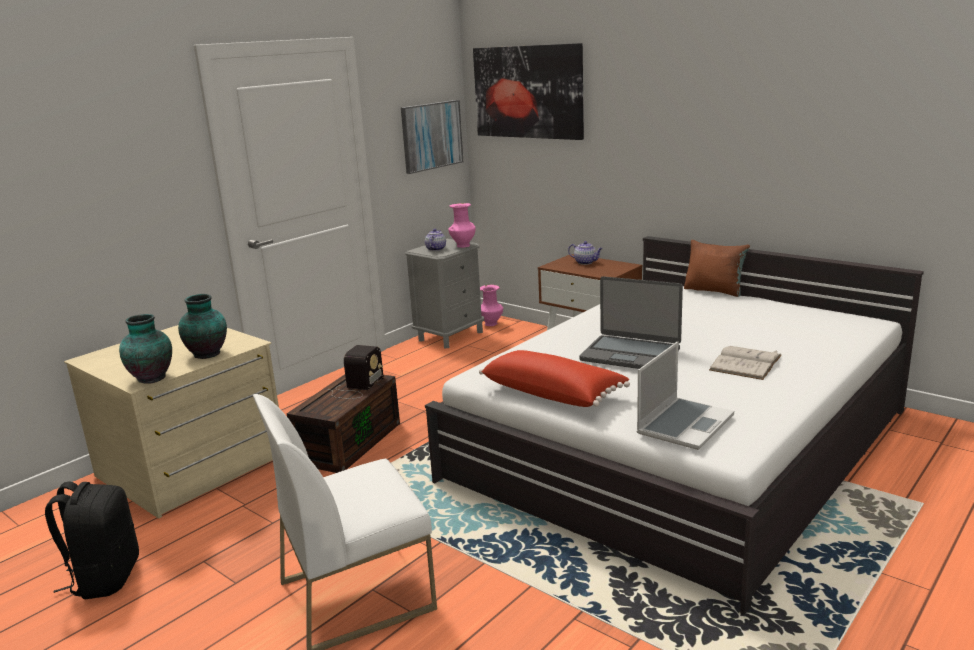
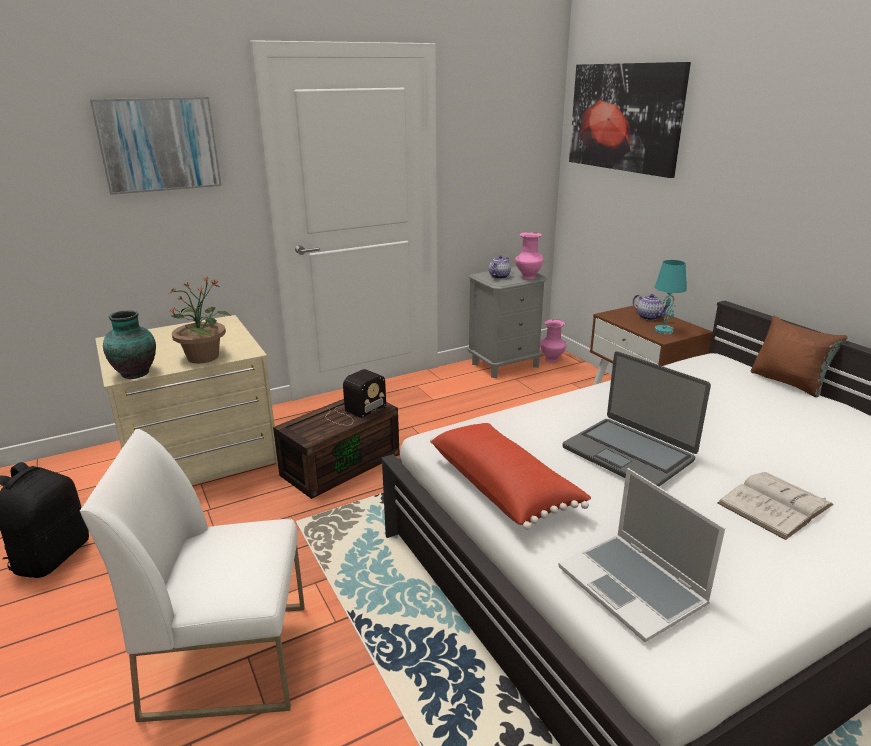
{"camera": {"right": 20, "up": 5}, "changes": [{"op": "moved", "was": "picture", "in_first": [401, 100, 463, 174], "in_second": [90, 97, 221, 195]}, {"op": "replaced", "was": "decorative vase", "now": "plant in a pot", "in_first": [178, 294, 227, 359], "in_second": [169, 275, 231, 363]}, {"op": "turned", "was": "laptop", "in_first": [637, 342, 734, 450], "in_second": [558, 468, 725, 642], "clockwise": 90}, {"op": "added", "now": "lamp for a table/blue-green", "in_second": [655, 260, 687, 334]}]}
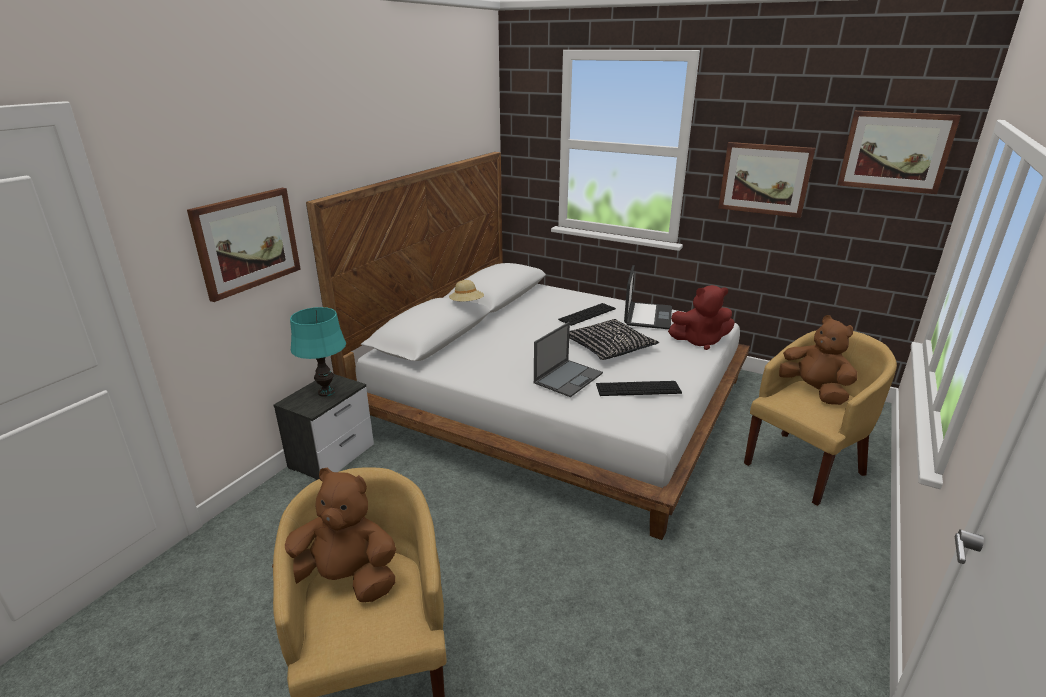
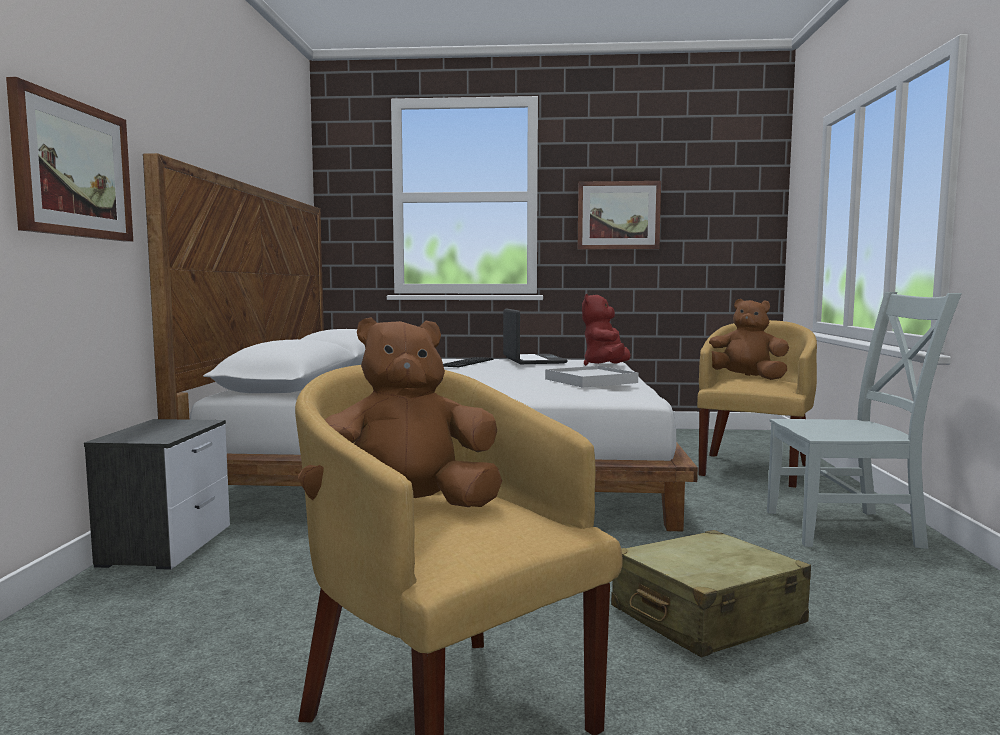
{"camera": {"right": -25, "up": -20}, "changes": [{"op": "removed", "was": "picture", "in_first": [838, 111, 961, 194]}, {"op": "removed", "was": "clothing hat/beige-coloured", "in_first": [449, 280, 484, 301]}, {"op": "turned", "was": "plush toy/reddish", "in_first": [668, 285, 735, 350], "in_second": [582, 294, 631, 366], "clockwise": 135}, {"op": "removed", "was": "lamp for a table/blue-green", "in_first": [290, 307, 346, 396]}, {"op": "removed", "was": "pillow/black-coloured", "in_first": [569, 319, 659, 360]}, {"op": "removed", "was": "laptop", "in_first": [534, 322, 603, 397]}, {"op": "replaced", "was": "keyboard", "now": "tray/white-coloured", "in_first": [596, 381, 682, 396], "in_second": [545, 366, 638, 388]}, {"op": "added", "now": "upright chair/greyish", "in_second": [767, 292, 962, 549]}, {"op": "added", "now": "piece of luggage/beige-coloured", "in_second": [611, 530, 811, 657]}]}
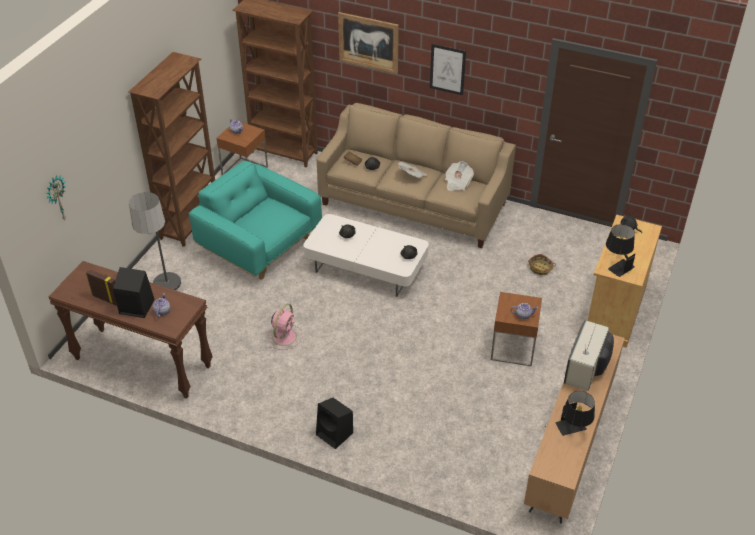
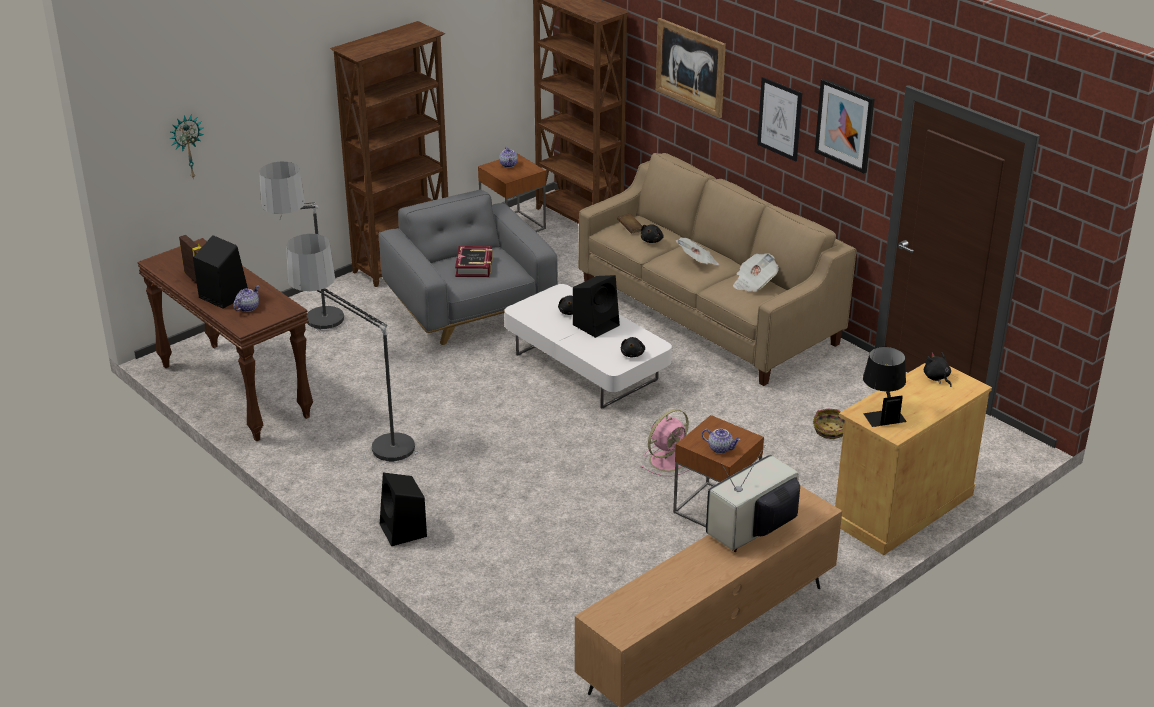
{"camera": {"right": 25, "up": -10}, "changes": [{"op": "recoloured", "was": "armchair/blue-green", "now": "armchair/greyish", "in_first": [188, 161, 322, 280], "in_second": [379, 190, 558, 345]}, {"op": "moved", "was": "fan/pink-coloured", "in_first": [268, 304, 303, 350], "in_second": [640, 409, 689, 476]}, {"op": "removed", "was": "lamp for a table/black-coloured", "in_first": [555, 391, 595, 436]}, {"op": "added", "now": "picture", "in_second": [815, 78, 875, 174]}, {"op": "added", "now": "standard lamp", "in_second": [286, 234, 419, 466]}, {"op": "added", "now": "volume", "in_second": [455, 246, 493, 277]}, {"op": "added", "now": "loudspeaker/black-coloured", "in_second": [573, 275, 620, 338]}]}
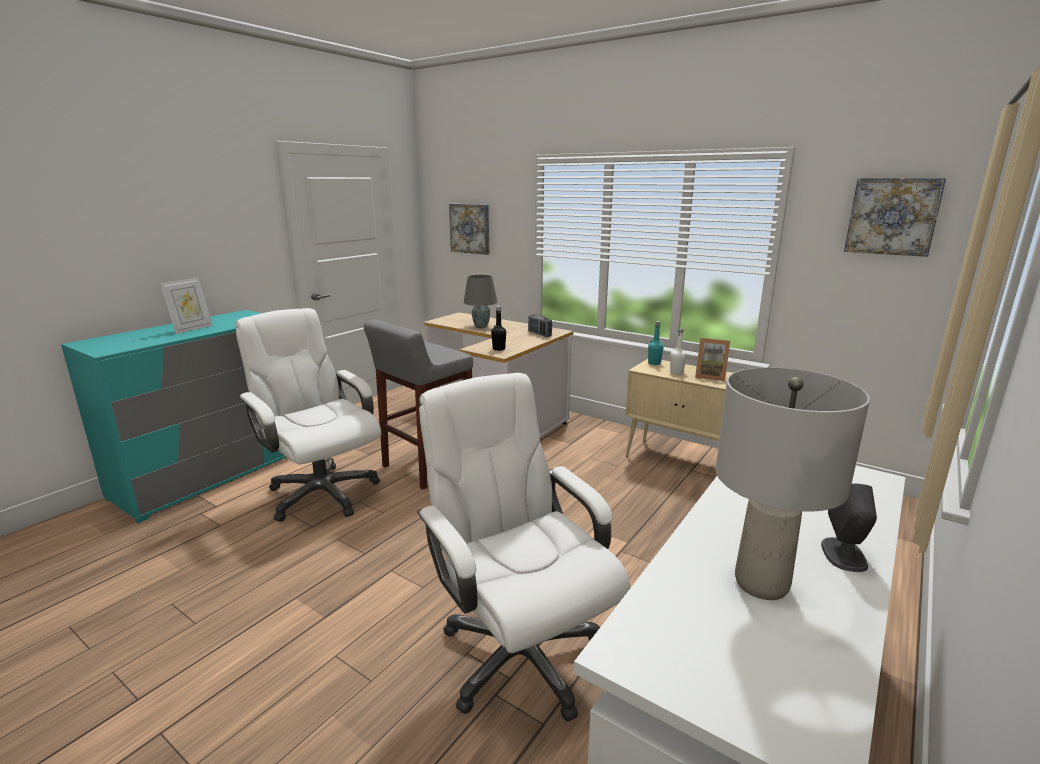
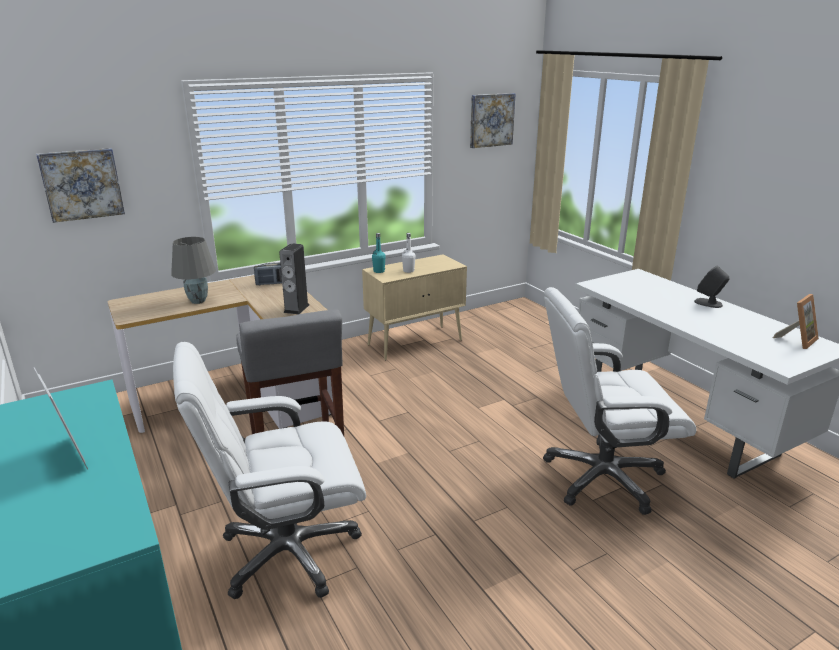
{"camera": {"right": -65, "up": 5}, "changes": [{"op": "replaced", "was": "beverage bottle/black-coloured", "now": "loudspeaker", "in_first": [491, 306, 506, 351], "in_second": [279, 243, 309, 314]}, {"op": "moved", "was": "photo frame", "in_first": [695, 338, 730, 381], "in_second": [773, 294, 819, 349]}, {"op": "removed", "was": "lamp for a table/greyish", "in_first": [715, 367, 870, 600]}]}
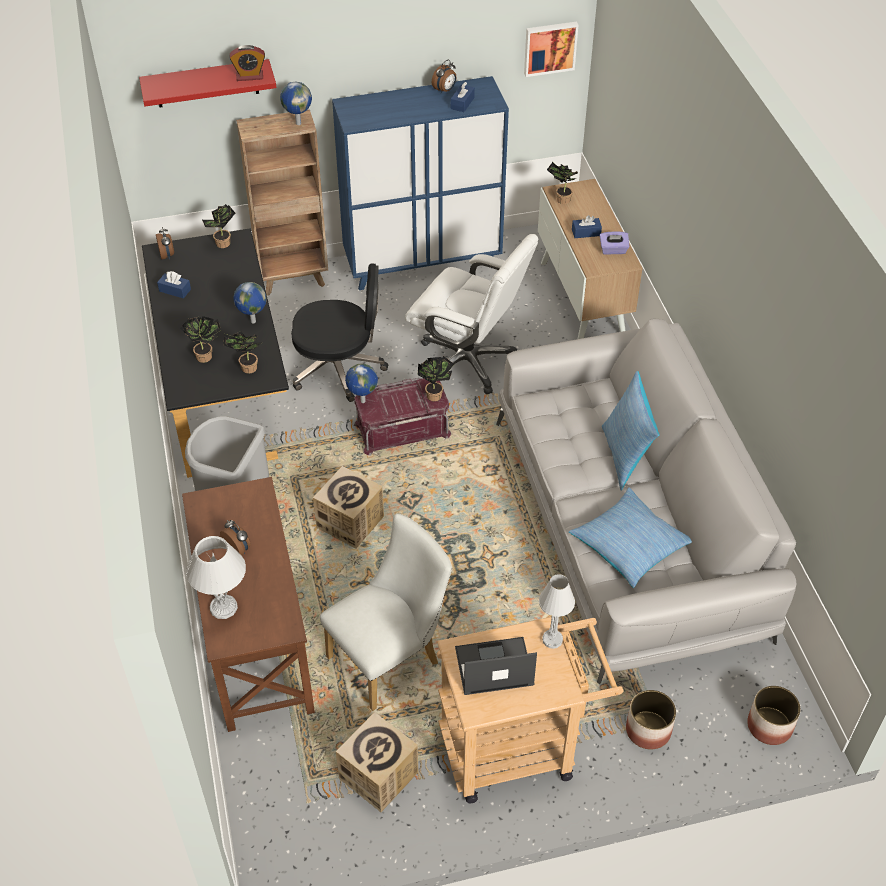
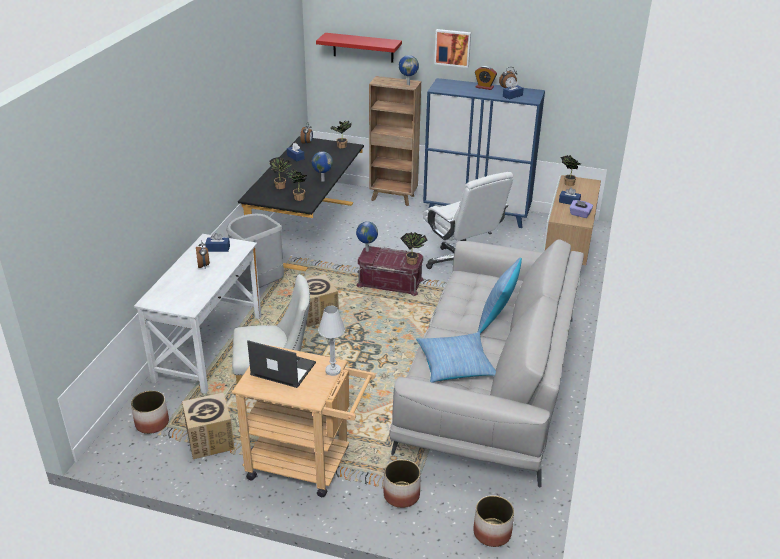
{"camera": {"right": 30, "up": -15}, "changes": [{"op": "moved", "was": "picture", "in_first": [524, 22, 578, 77], "in_second": [434, 29, 471, 68]}, {"op": "moved", "was": "table clock", "in_first": [230, 45, 265, 81], "in_second": [475, 66, 497, 90]}, {"op": "removed", "was": "computer chair/black-coloured", "in_first": [291, 263, 388, 402]}, {"op": "recoloured", "was": "desk/brown-coloured", "now": "desk/white-coloured", "in_first": [182, 477, 315, 732], "in_second": [134, 234, 261, 394]}, {"op": "removed", "was": "lamp for a table/white-coloured", "in_first": [186, 536, 246, 619]}, {"op": "added", "now": "tissue box/blue", "in_second": [205, 233, 230, 252]}, {"op": "added", "now": "planter", "in_second": [131, 390, 169, 434]}]}
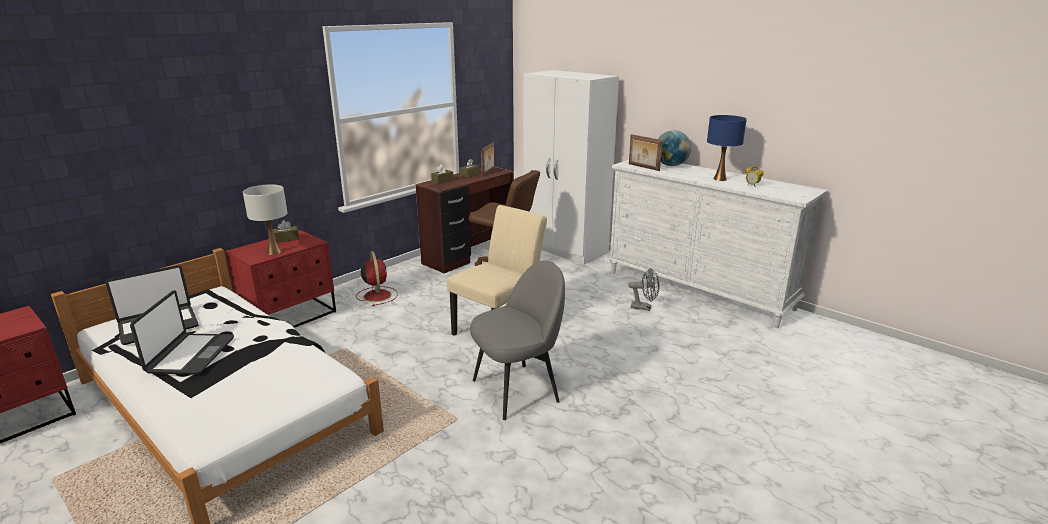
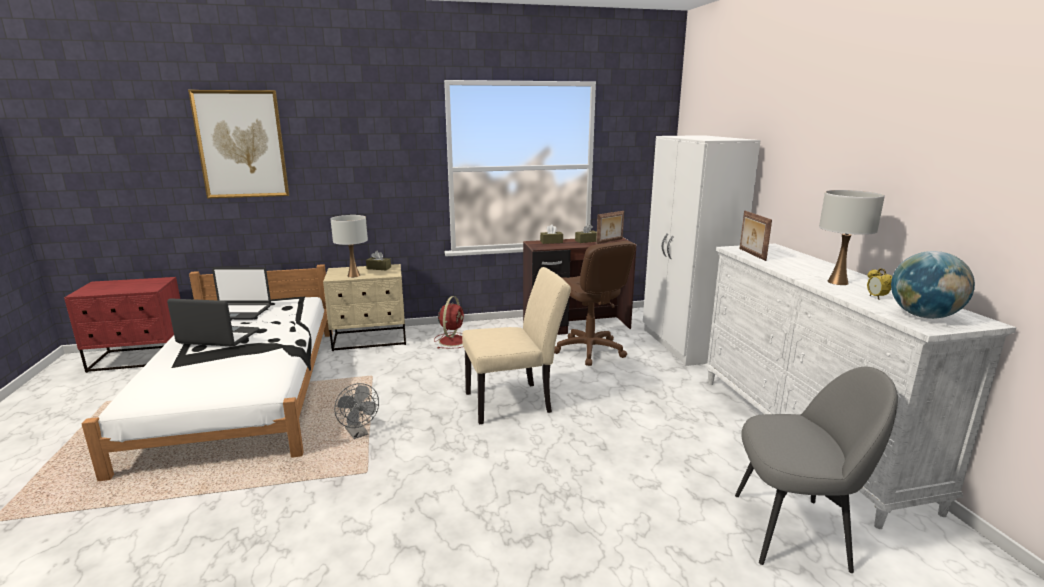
{"camera": {"right": 35, "up": -5}, "changes": [{"op": "recoloured", "was": "lamp for a table/blue", "now": "lamp for a table/white-coloured", "in_first": [707, 115, 747, 181], "in_second": [819, 190, 885, 285]}, {"op": "moved", "was": "world globe", "in_first": [658, 130, 691, 166], "in_second": [891, 251, 975, 319]}, {"op": "recoloured", "was": "nightstand/reddish", "now": "nightstand/beige-coloured", "in_first": [225, 230, 336, 328], "in_second": [323, 264, 406, 351]}, {"op": "moved", "was": "upright chair/greyish", "in_first": [470, 261, 565, 420], "in_second": [735, 367, 898, 573]}, {"op": "moved", "was": "fan/greyish", "in_first": [628, 268, 660, 311], "in_second": [334, 383, 379, 439]}, {"op": "turned", "was": "laptop", "in_first": [130, 290, 234, 375], "in_second": [167, 298, 260, 347], "clockwise": -120}, {"op": "added", "now": "picture", "in_second": [188, 90, 289, 198]}]}
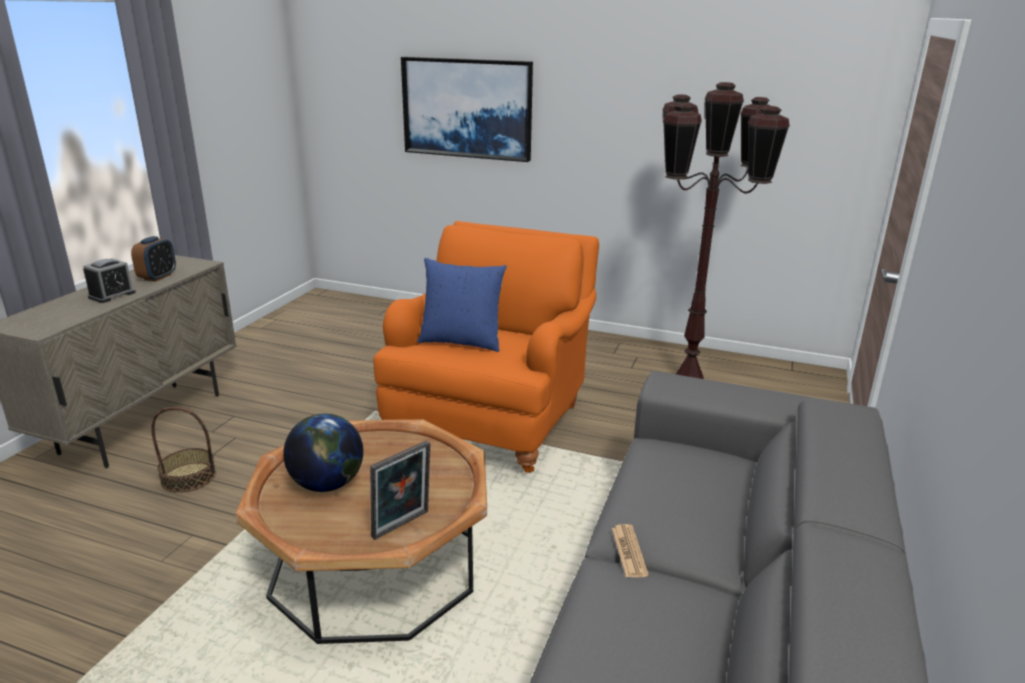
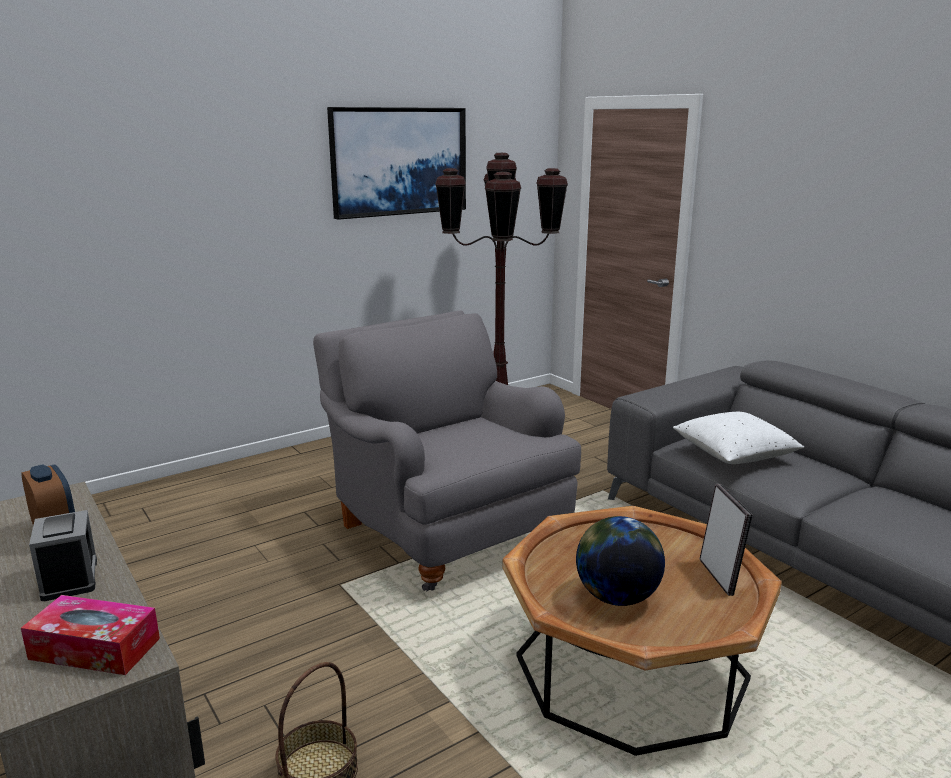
{"camera": {"right": -55, "up": -5}, "changes": [{"op": "moved", "was": "picture", "in_first": [401, 57, 533, 162], "in_second": [327, 107, 466, 220]}, {"op": "recoloured", "was": "armchair/orange", "now": "armchair/greyish", "in_first": [373, 221, 599, 473], "in_second": [313, 310, 581, 592]}, {"op": "removed", "was": "pillow/blue", "in_first": [417, 258, 507, 352]}, {"op": "removed", "was": "printed paper", "in_first": [612, 524, 649, 577]}, {"op": "added", "now": "pillow/white-coloured", "in_second": [673, 412, 804, 464]}, {"op": "added", "now": "tissue box", "in_second": [21, 595, 160, 675]}]}
